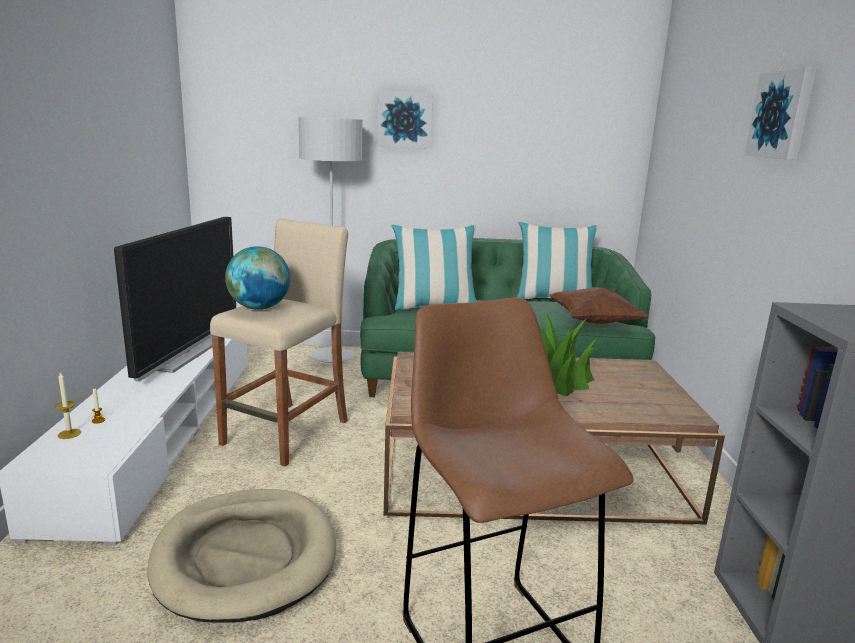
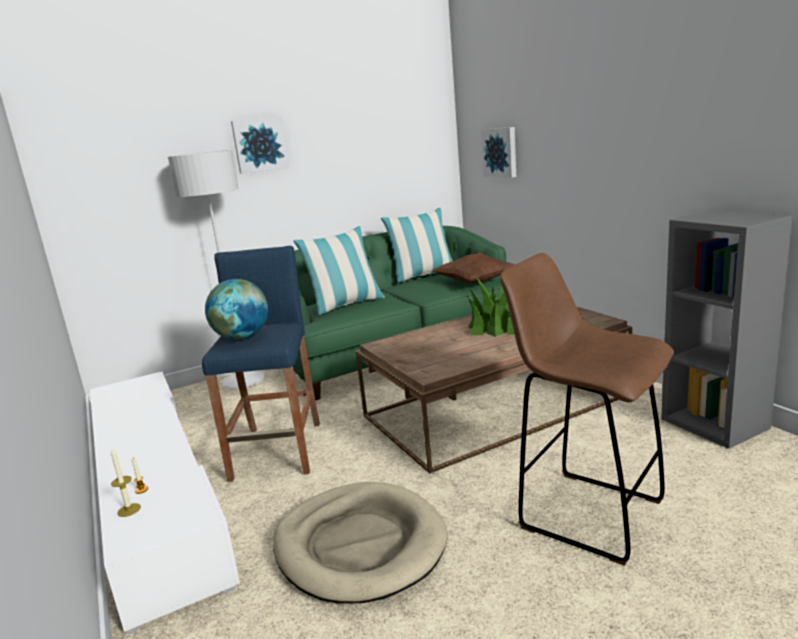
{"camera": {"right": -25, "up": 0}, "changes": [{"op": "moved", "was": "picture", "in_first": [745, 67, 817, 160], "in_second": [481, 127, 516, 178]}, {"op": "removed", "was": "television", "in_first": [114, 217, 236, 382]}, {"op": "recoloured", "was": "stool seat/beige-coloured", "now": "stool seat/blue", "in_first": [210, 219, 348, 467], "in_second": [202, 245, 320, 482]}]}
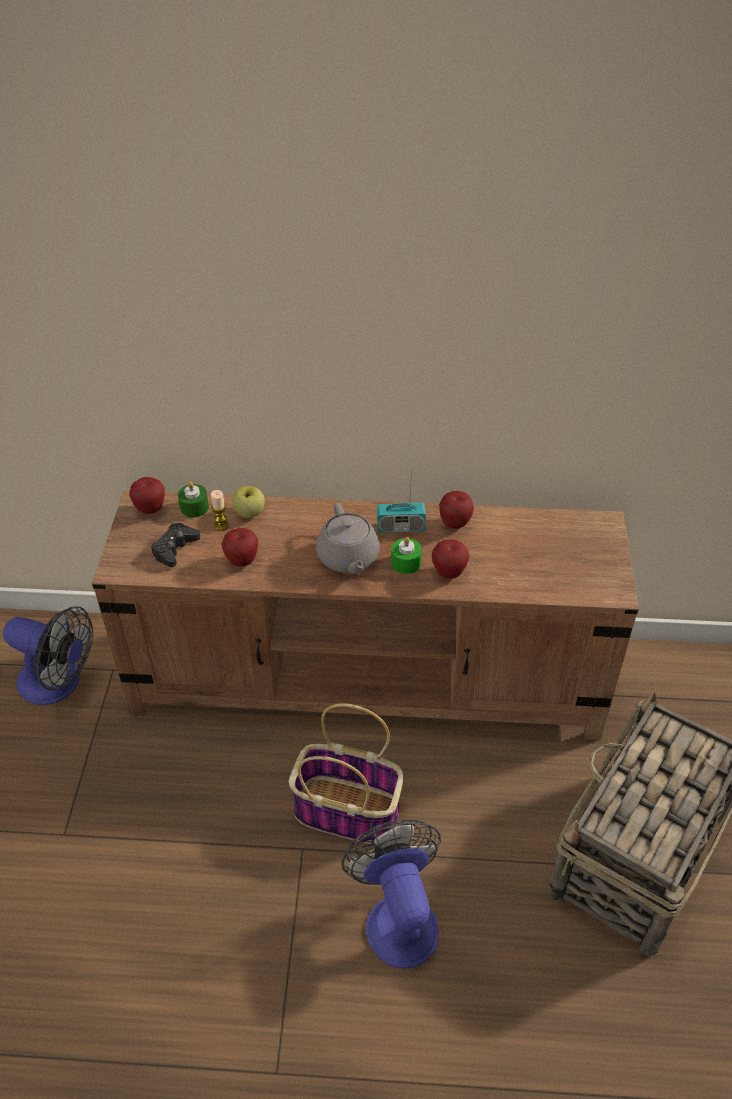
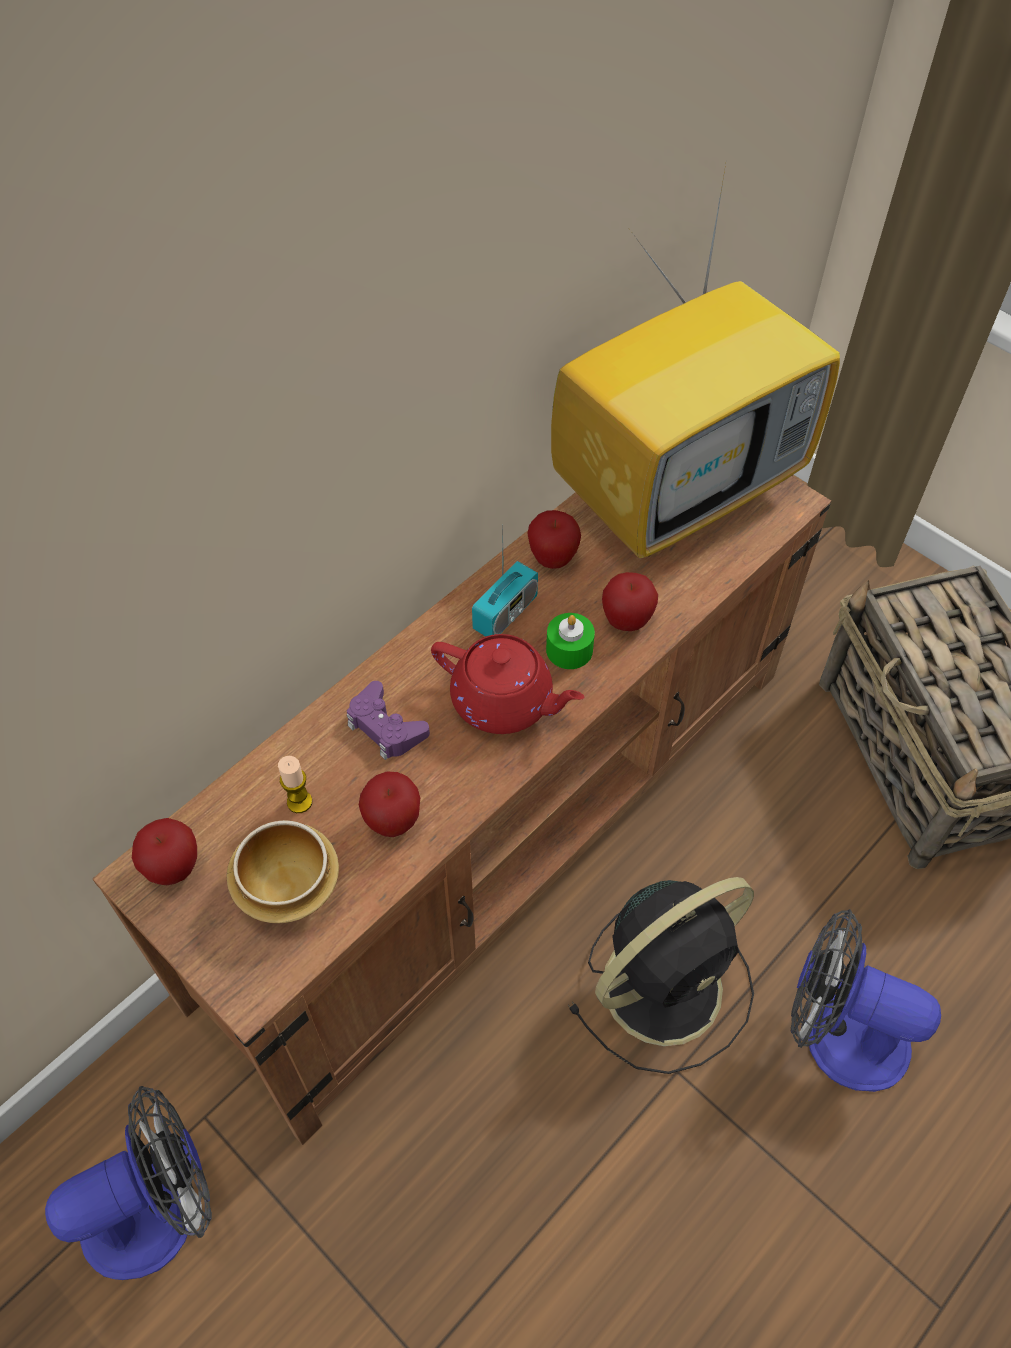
{"camera": {"right": -50, "up": 10}, "changes": [{"op": "removed", "was": "wax light/greenish", "in_first": [178, 482, 209, 518]}, {"op": "removed", "was": "whole apple", "in_first": [232, 486, 265, 518]}, {"op": "recoloured", "was": "tea pot/greyish", "now": "tea pot/reddish", "in_first": [316, 503, 380, 574], "in_second": [431, 634, 584, 734]}, {"op": "replaced", "was": "joypad/black-coloured", "now": "serving bowl", "in_first": [151, 523, 200, 567], "in_second": [226, 820, 339, 923]}, {"op": "replaced", "was": "basket", "now": "fan/black-coloured", "in_first": [289, 703, 403, 844], "in_second": [568, 877, 754, 1074]}, {"op": "added", "now": "television", "in_second": [551, 159, 840, 558]}, {"op": "added", "now": "joypad/purple", "in_second": [347, 681, 430, 760]}]}
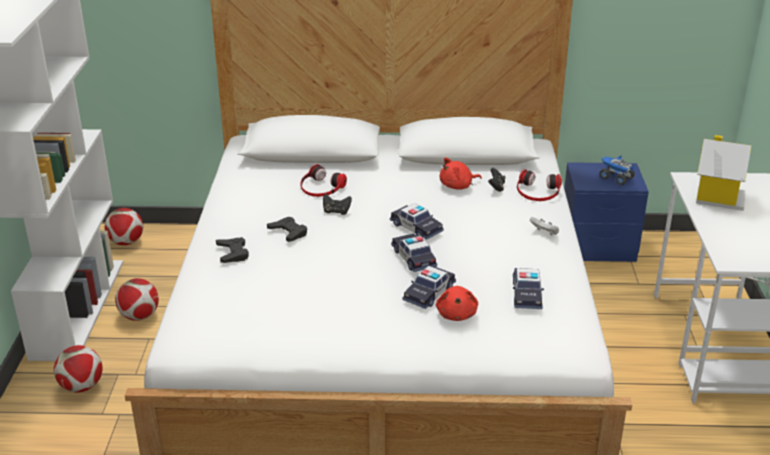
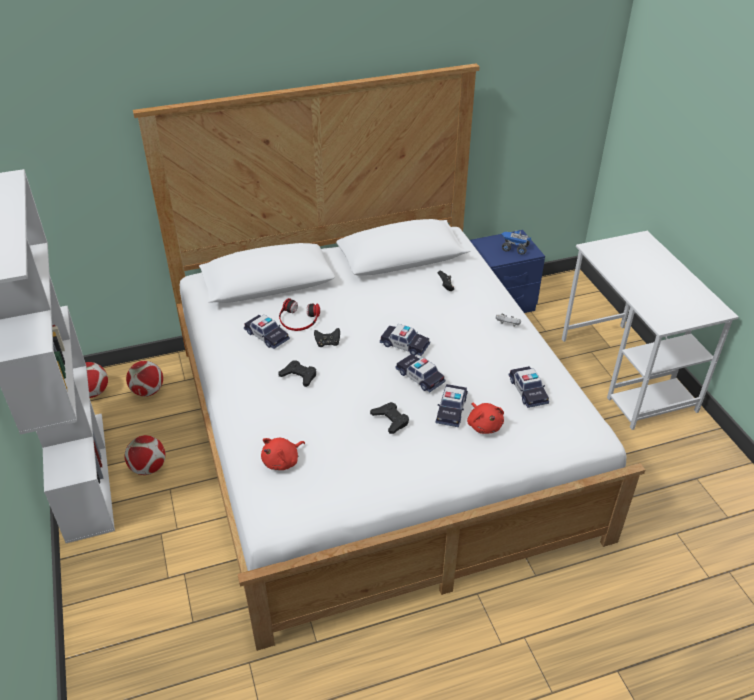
{"camera": {"right": -20, "up": 10}, "changes": [{"op": "removed", "was": "miniature house", "in_first": [696, 135, 752, 211]}, {"op": "moved", "was": "plush toy/reddish", "in_first": [440, 157, 482, 190], "in_second": [261, 438, 305, 470]}, {"op": "removed", "was": "pair of headphones", "in_first": [517, 169, 562, 201]}, {"op": "moved", "was": "joypad/black-coloured", "in_first": [216, 237, 249, 263], "in_second": [370, 402, 409, 434]}, {"op": "moved", "was": "ball for football", "in_first": [54, 345, 103, 393], "in_second": [126, 361, 163, 397]}, {"op": "added", "now": "miniature car", "in_second": [244, 314, 290, 349]}]}
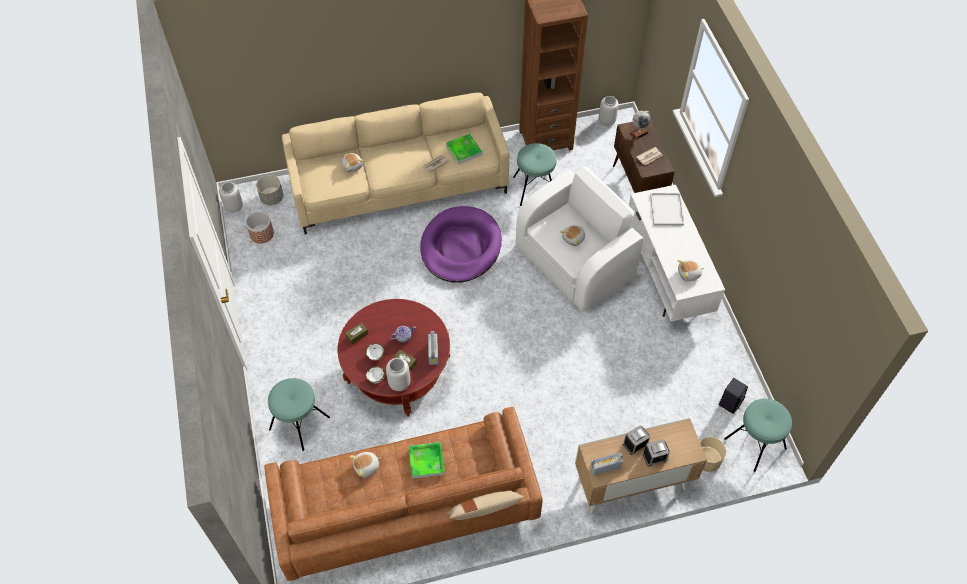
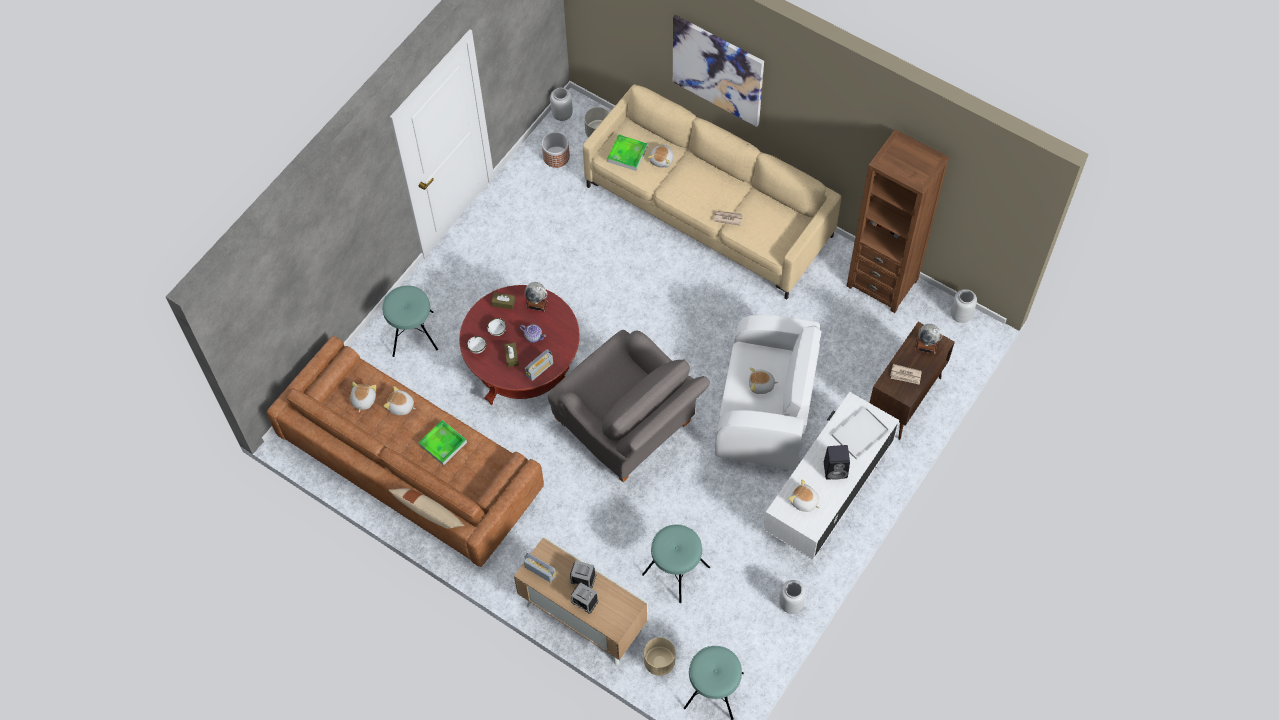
{"camera": {"right": 50, "up": 5}, "changes": [{"op": "moved", "was": "tray", "in_first": [446, 134, 482, 165], "in_second": [607, 135, 648, 171]}, {"op": "moved", "was": "stool seat/blue-green", "in_first": [513, 143, 557, 206], "in_second": [642, 524, 710, 603]}, {"op": "removed", "was": "dog cushion/purple", "in_first": [420, 206, 502, 282]}, {"op": "moved", "was": "decorative vase/greyish", "in_first": [386, 358, 410, 391], "in_second": [779, 580, 806, 614]}, {"op": "moved", "was": "loudspeaker/black-coloured", "in_first": [719, 378, 748, 414], "in_second": [824, 445, 850, 480]}, {"op": "added", "now": "picture", "in_second": [673, 15, 764, 127]}, {"op": "added", "now": "world globe", "in_second": [525, 282, 548, 311]}, {"op": "added", "now": "armchair/greyish", "in_second": [548, 330, 710, 482]}, {"op": "added", "now": "plush toy", "in_second": [350, 382, 376, 412]}]}
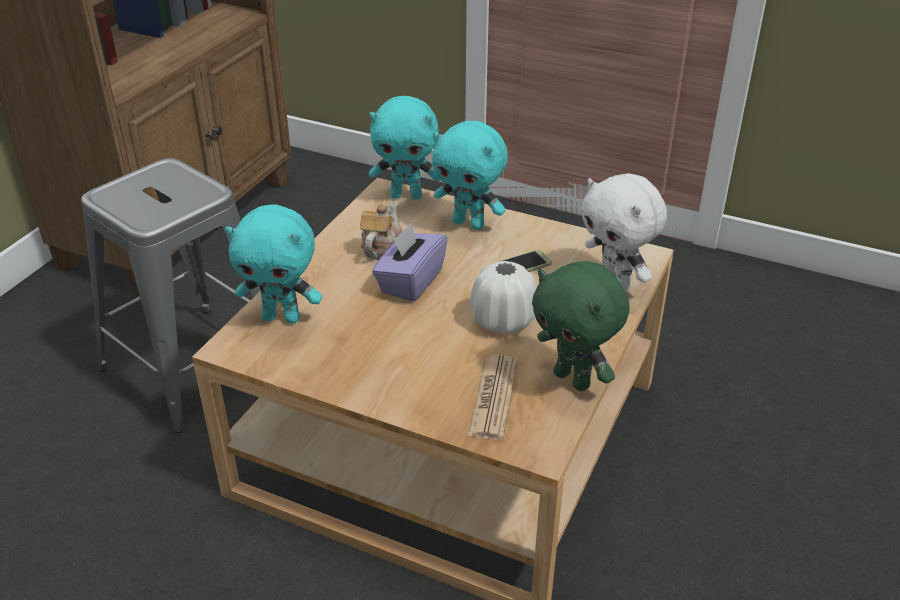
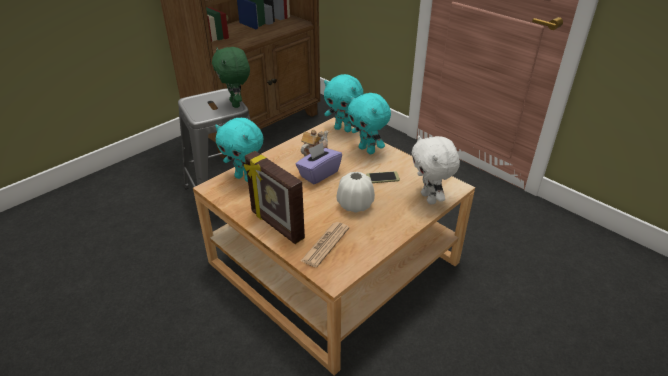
{"camera": {"right": 20, "up": 0}, "changes": [{"op": "moved", "was": "plush toy/greenish", "in_first": [532, 261, 630, 391], "in_second": [212, 47, 250, 108]}, {"op": "added", "now": "photo frame", "in_second": [244, 151, 305, 244]}]}
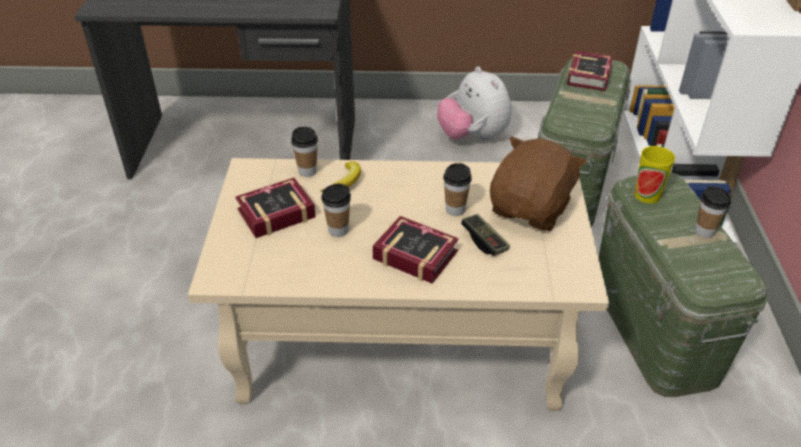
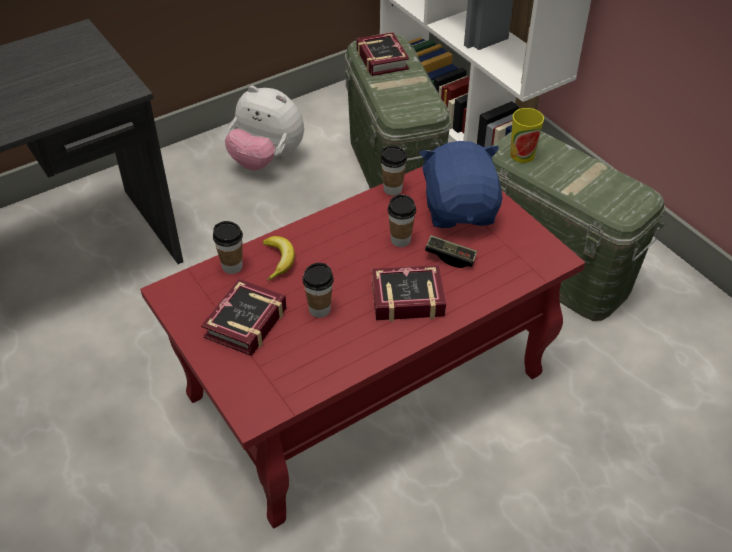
{"camera": {"right": -35, "up": 5}, "changes": [{"op": "recoloured", "was": "plush toy/brown-coloured", "now": "plush toy/blue", "in_first": [490, 136, 587, 231], "in_second": [419, 141, 502, 228]}, {"op": "recoloured", "was": "low table/beige-coloured", "now": "low table/reddish", "in_first": [188, 158, 609, 411], "in_second": [140, 166, 585, 528]}, {"op": "moved", "was": "drinking cup", "in_first": [695, 186, 731, 238], "in_second": [380, 145, 407, 196]}]}
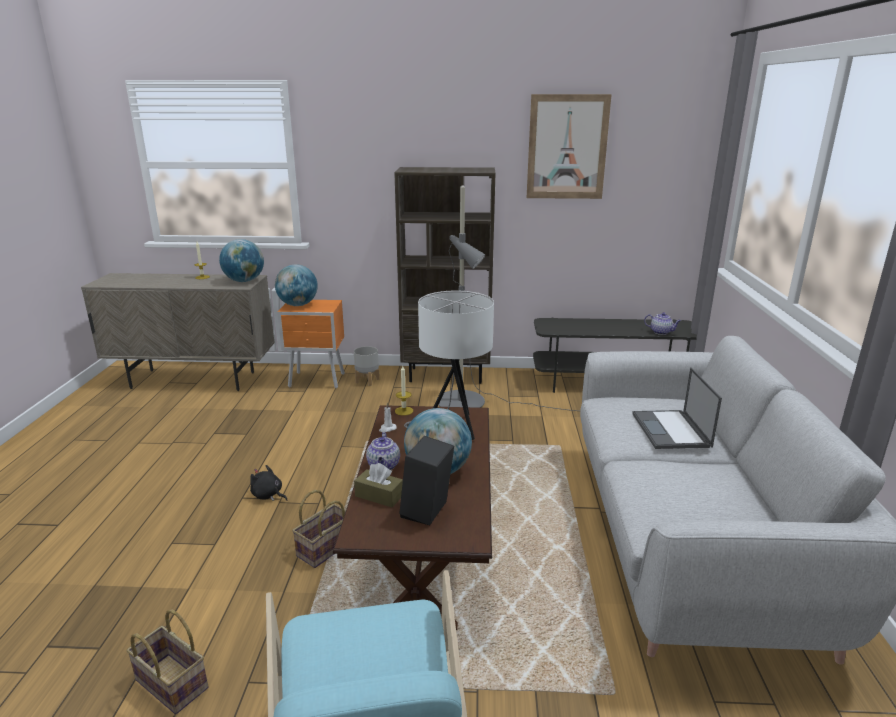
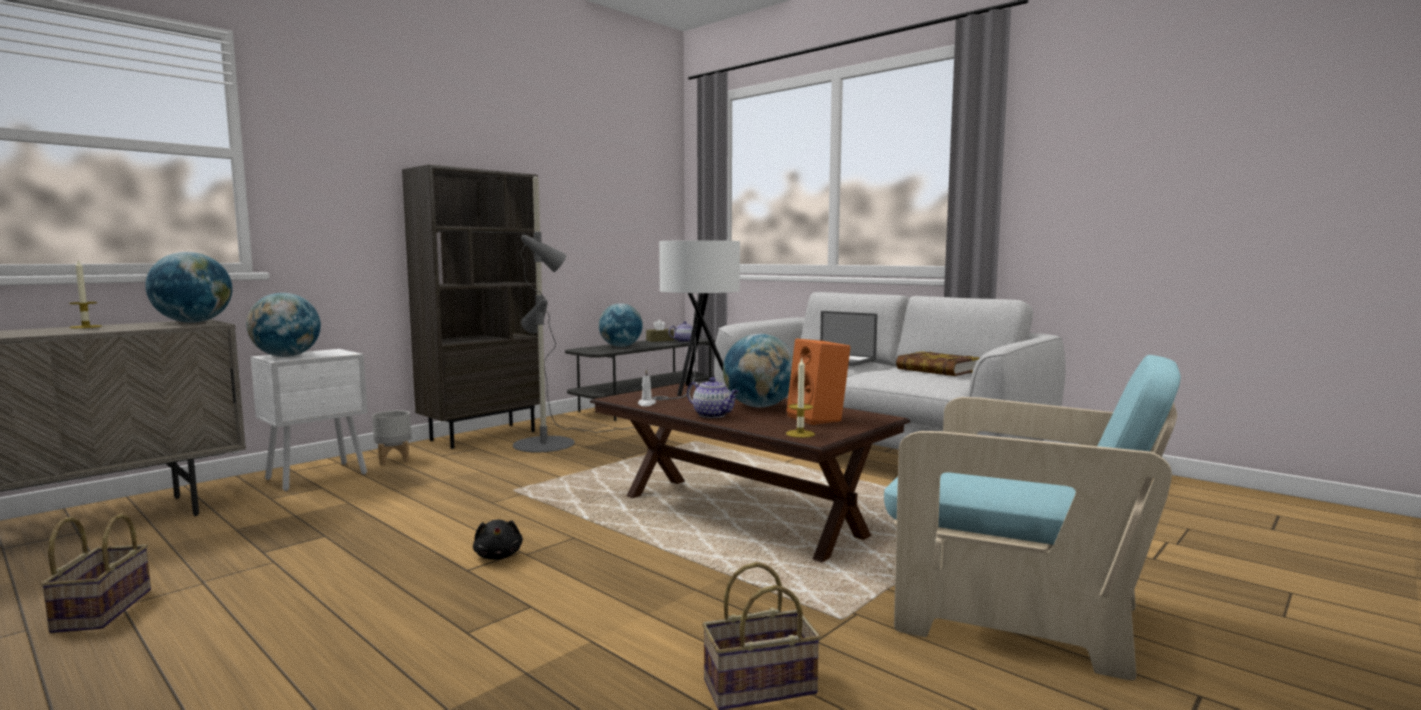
{"camera": {"right": -50, "up": -15}, "changes": [{"op": "removed", "was": "picture", "in_first": [527, 94, 612, 199]}, {"op": "recoloured", "was": "nightstand/orange", "now": "nightstand/white-coloured", "in_first": [277, 300, 345, 389], "in_second": [251, 349, 368, 491]}, {"op": "moved", "was": "wax light", "in_first": [395, 366, 413, 416], "in_second": [786, 357, 815, 438]}, {"op": "recoloured", "was": "loudspeaker/black-coloured", "now": "loudspeaker/orange", "in_first": [399, 436, 454, 525], "in_second": [787, 339, 851, 425]}, {"op": "moved", "was": "tissue box/brown-coloured", "in_first": [354, 463, 403, 507], "in_second": [646, 319, 674, 342]}, {"op": "turned", "was": "plush toy/black-coloured", "in_first": [250, 465, 287, 501], "in_second": [473, 520, 523, 560], "clockwise": -90}, {"op": "moved", "was": "basket", "in_first": [292, 490, 346, 568], "in_second": [40, 514, 151, 633]}, {"op": "added", "now": "world globe", "in_second": [599, 303, 643, 347]}, {"op": "added", "now": "volume", "in_second": [896, 351, 980, 376]}]}
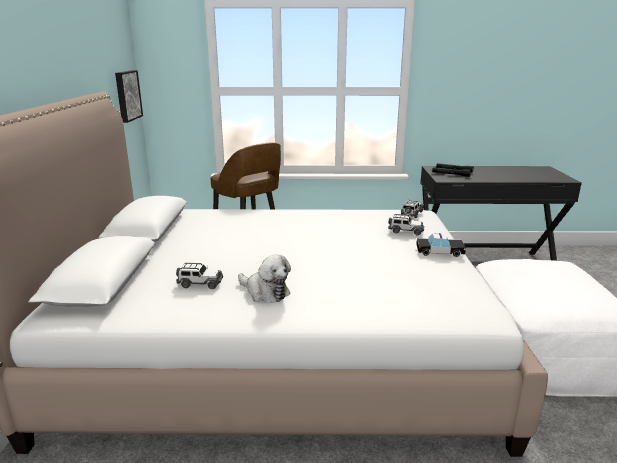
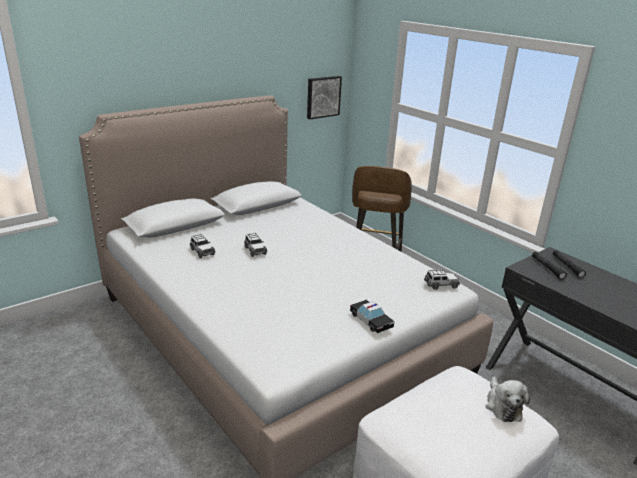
{"camera": {"right": 50, "up": 5}, "changes": [{"op": "moved", "was": "miniature car", "in_first": [389, 214, 424, 235], "in_second": [244, 233, 267, 257]}, {"op": "moved", "was": "plush toy", "in_first": [238, 254, 291, 303], "in_second": [485, 376, 530, 422]}]}
